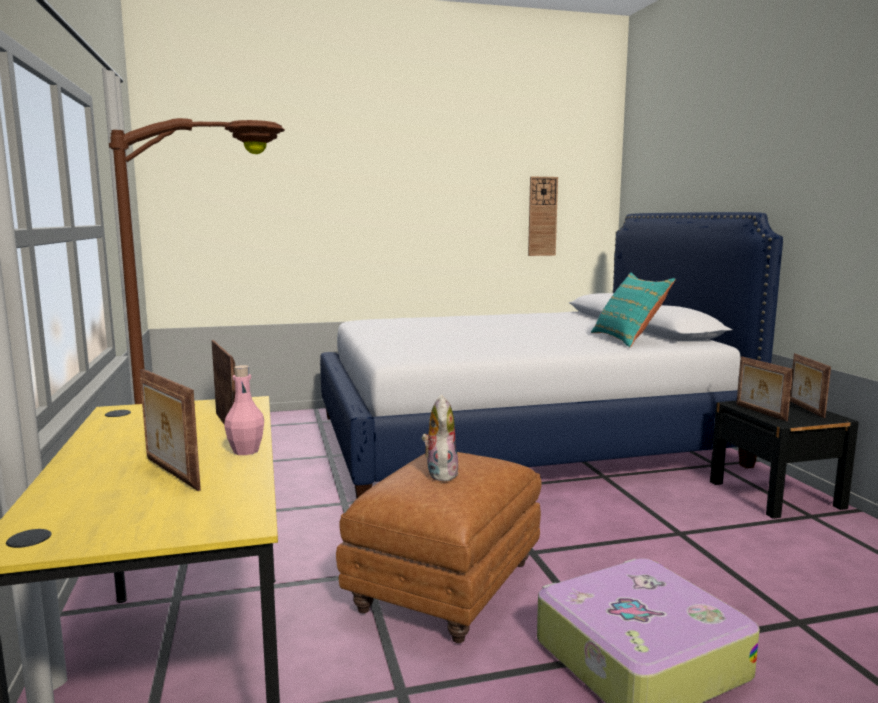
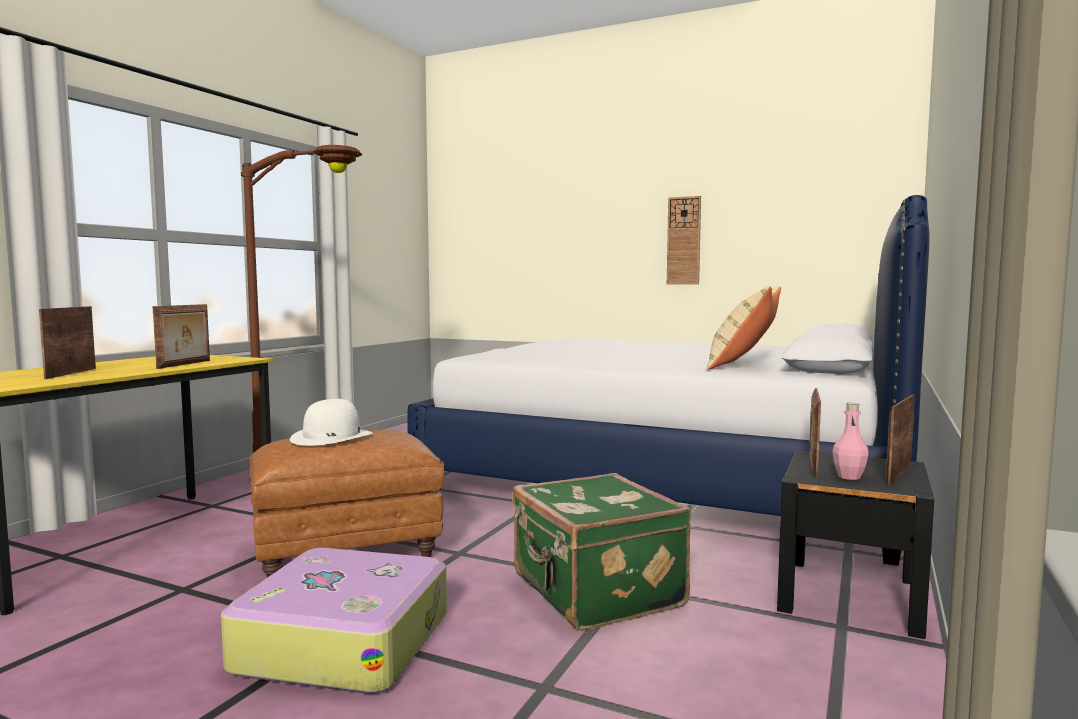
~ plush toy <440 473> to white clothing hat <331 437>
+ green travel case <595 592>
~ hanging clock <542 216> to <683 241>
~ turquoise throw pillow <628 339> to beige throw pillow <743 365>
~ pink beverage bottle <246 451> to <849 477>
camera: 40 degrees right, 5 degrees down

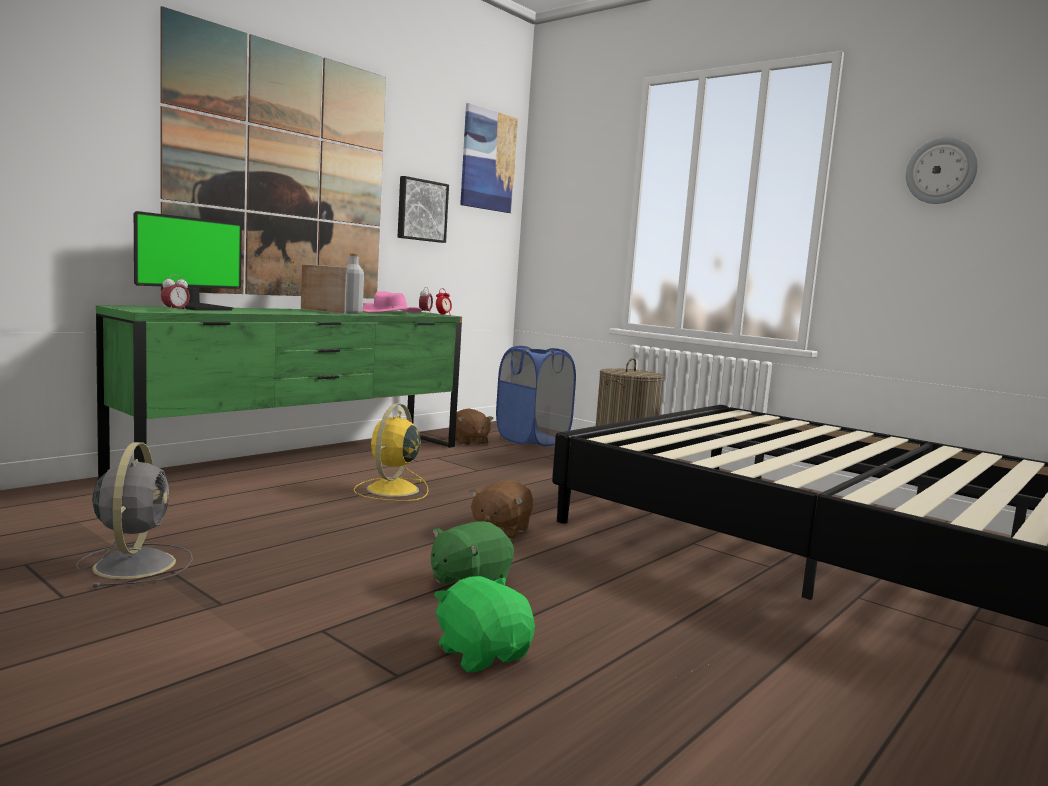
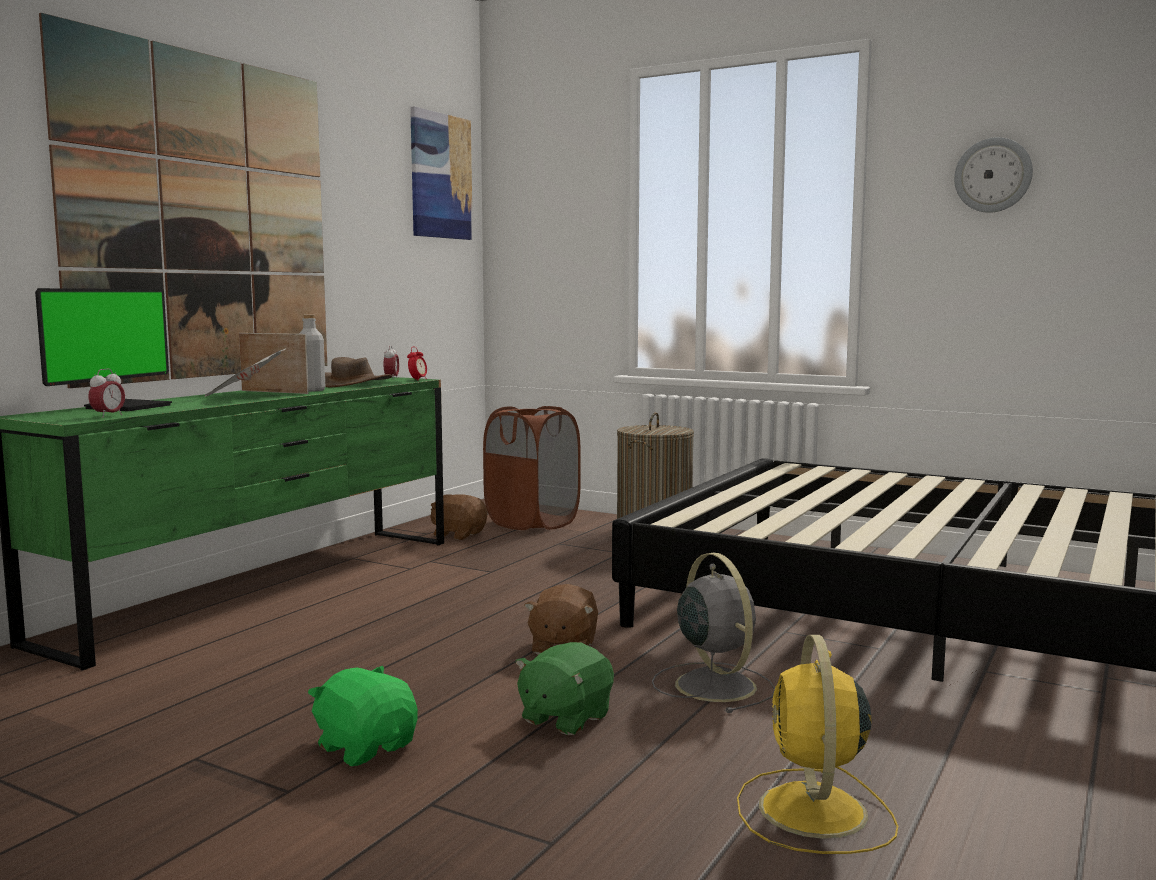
+ printed paper <243 397>
~ green plush toy <482 654> to <366 747>
~ pink clothing hat <390 312> to brown-coloured clothing hat <353 383>
~ brown-coloured plush toy <469 442> = <458 534> 150 degrees clockwise
~ bluish washing basket <532 440> to brown-coloured washing basket <532 522>
~ gray electric fan <136 563> to <713 685>
~ yellowish electric fan <391 490> to <813 813>
- wall picture <421 210>
camera: 10 degrees left, 0 degrees up

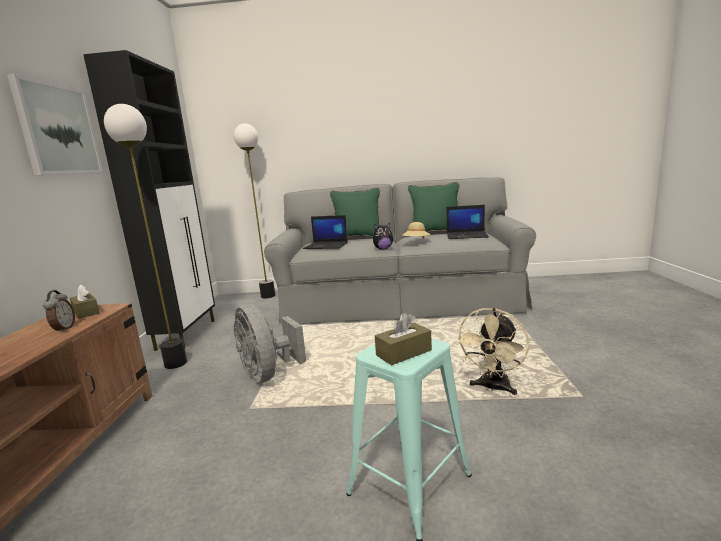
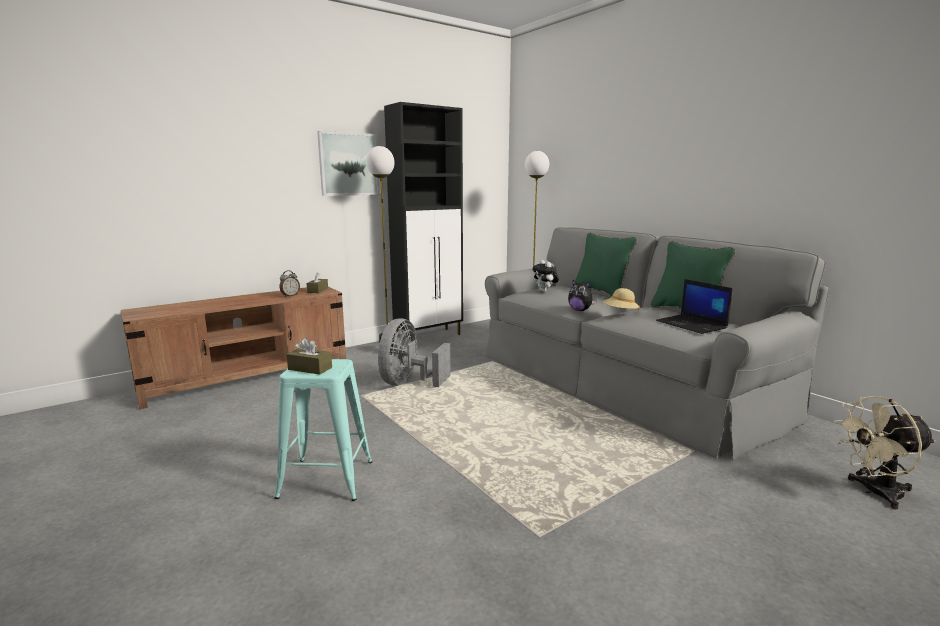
~ notebook computer <326 246> to plush toy <545 291>
~ beige electric fan <493 388> to <874 492>
camera: 50 degrees right, 0 degrees up

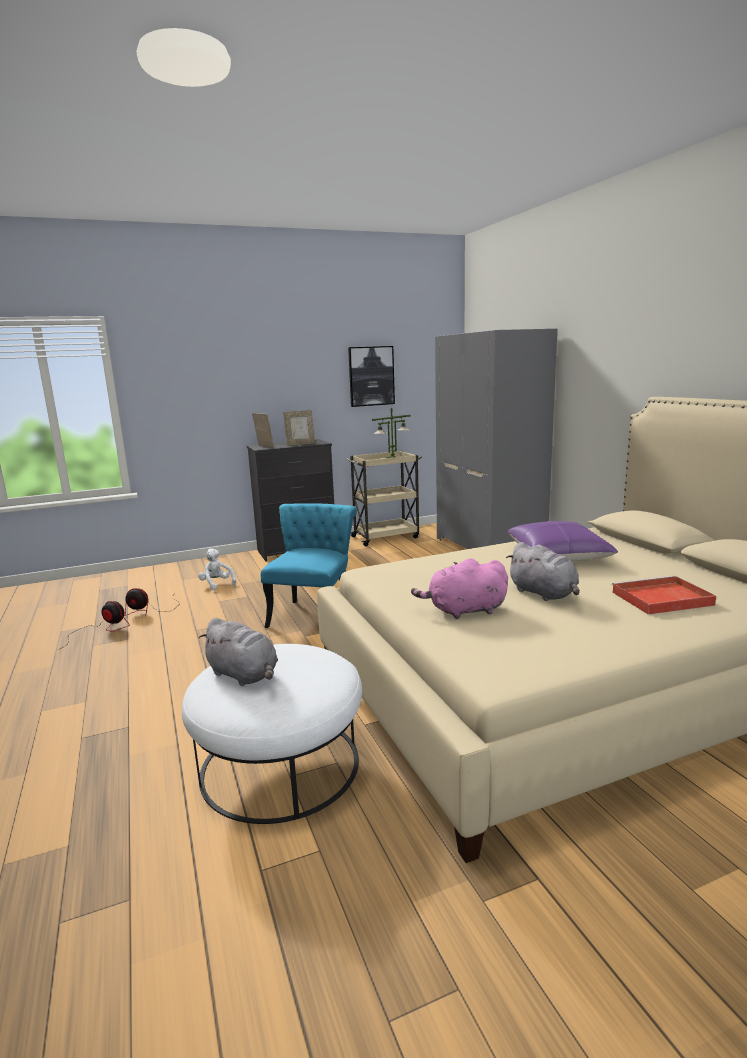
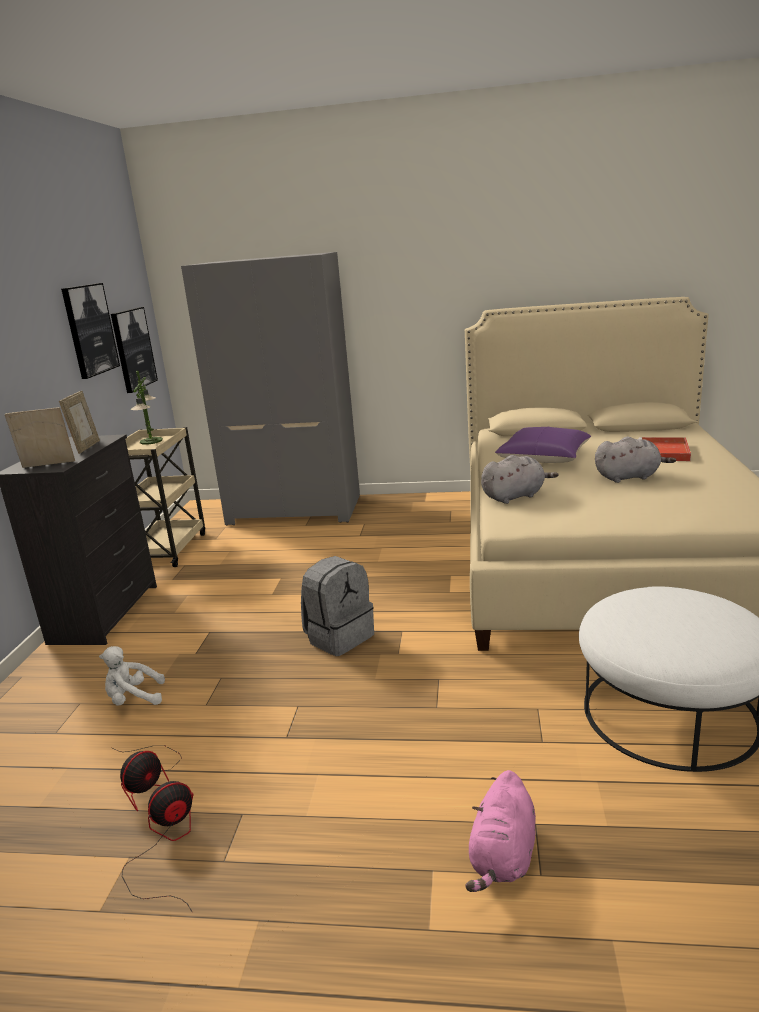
+ wall picture <133 349>
~ turquoise upright chair <314 612> to gray knapsack <339 637>
~ pink plush toy <464 611> to <503 857>
~ gray plush toy <244 675> to <515 496>
camera: 60 degrees left, 5 degrees up

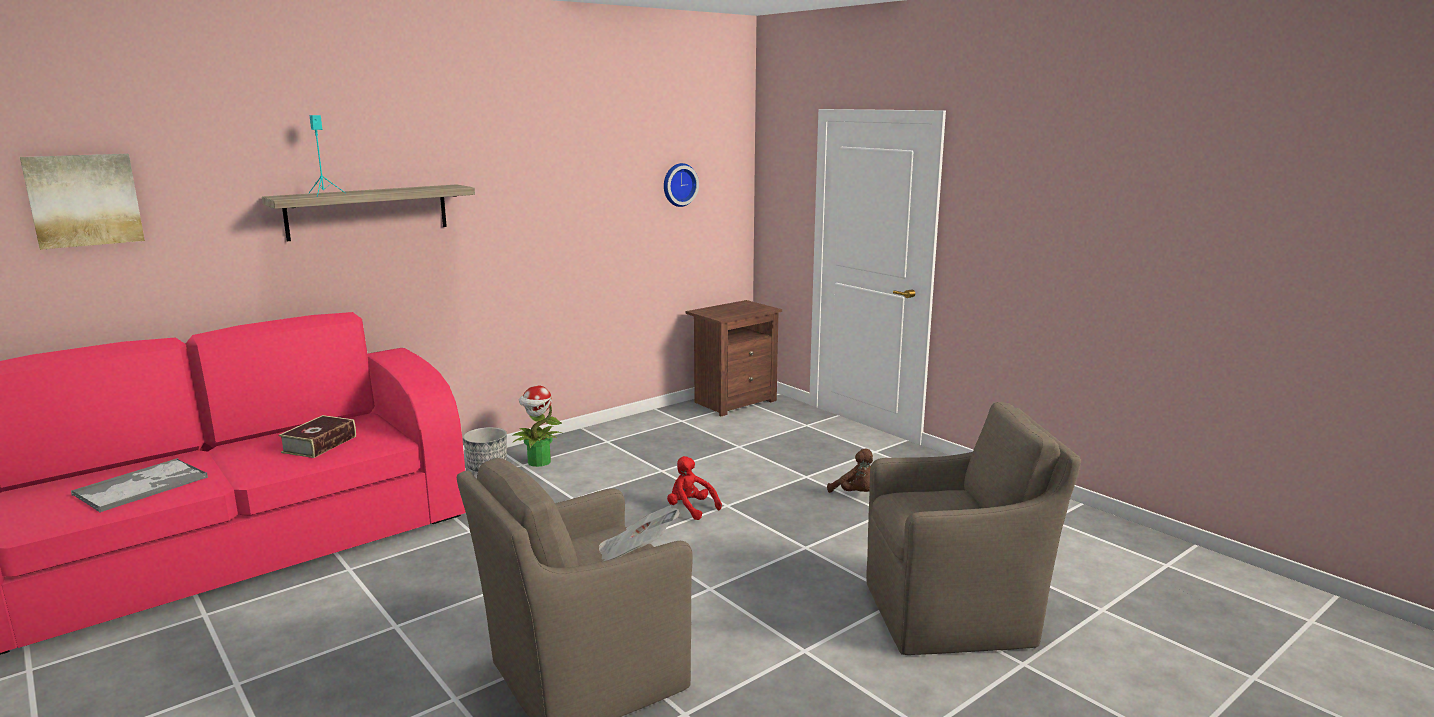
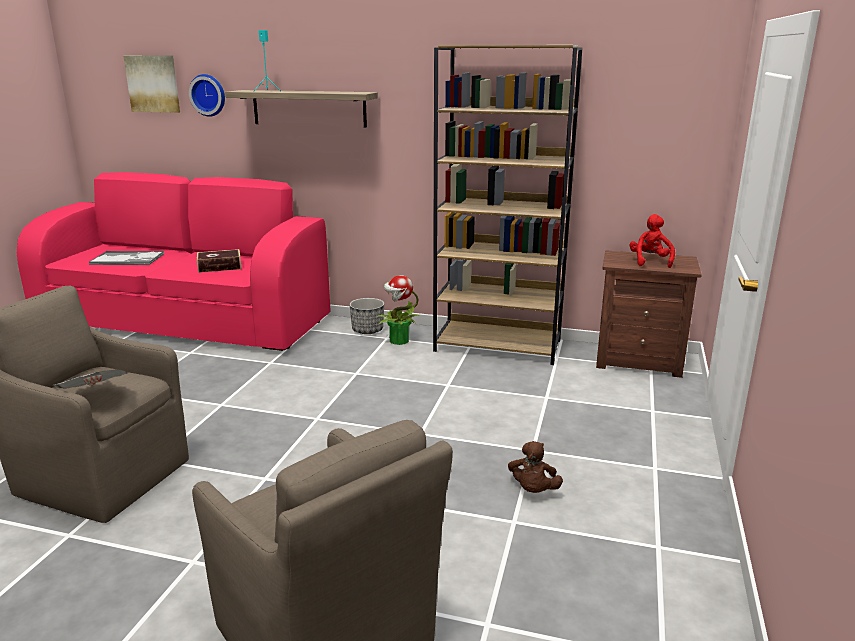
~ hanging clock <678 184> to <209 95>
+ brown-coloured bookcase <498 346>
~ red-coloured plush toy <690 509> to <650 261>
camera: 55 degrees right, 5 degrees up

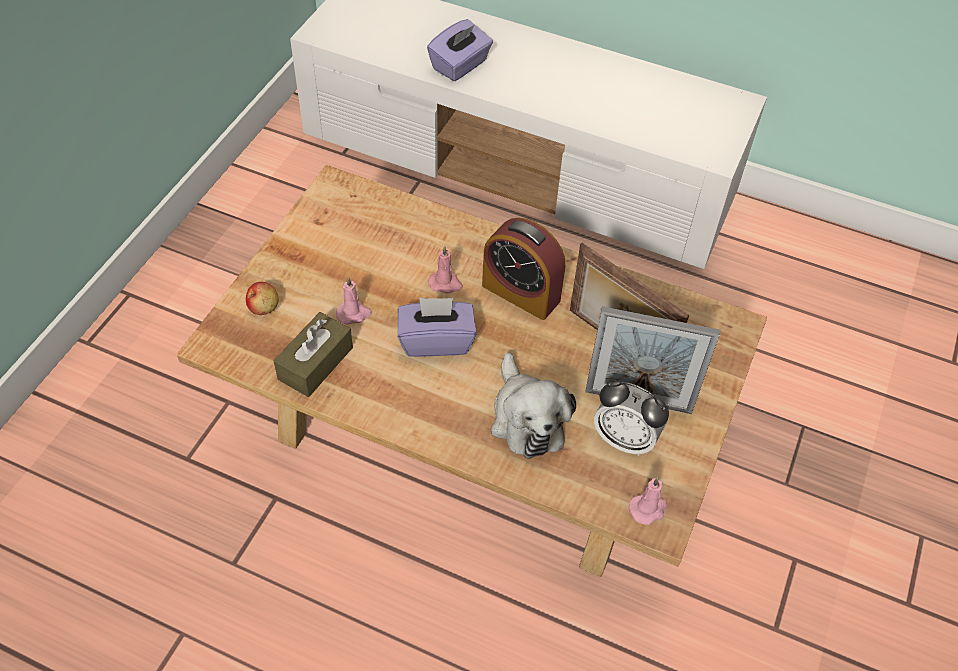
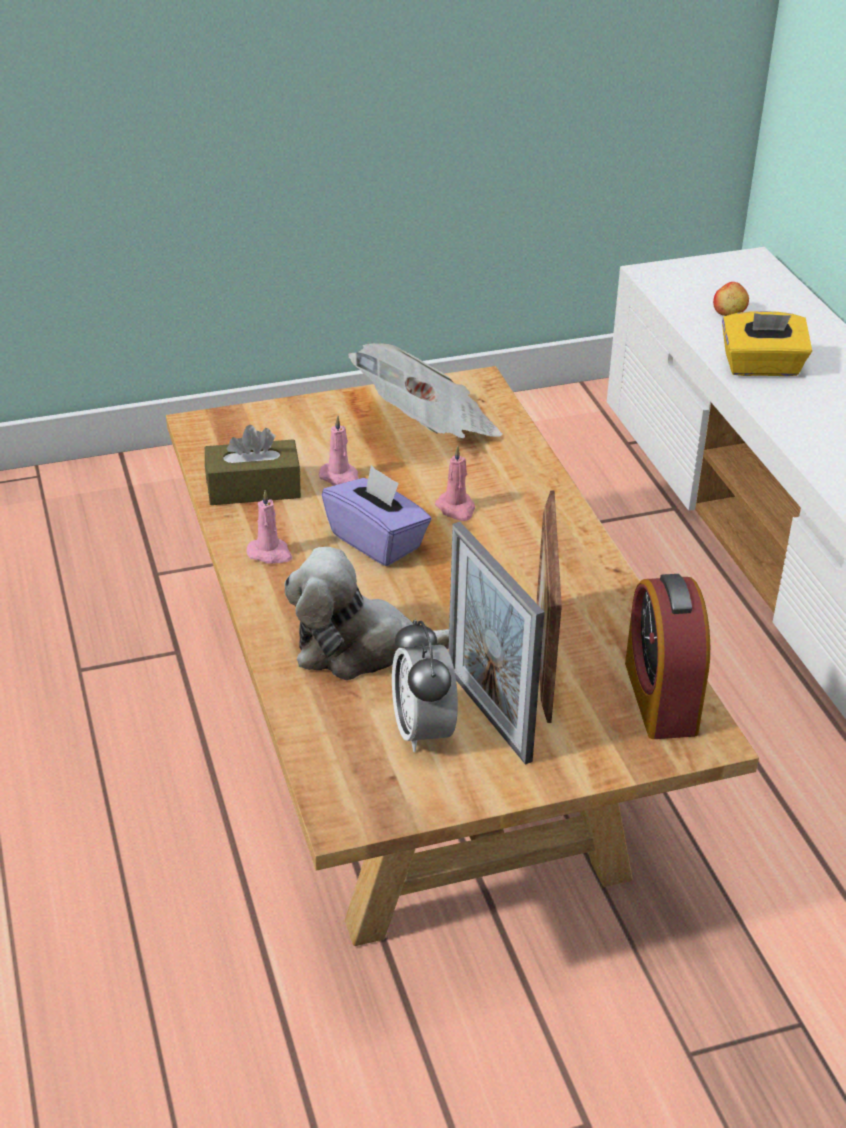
~ pink candle <648 509> to <270 553>
~ plush toy <526 418> = <359 648> 60 degrees clockwise
+ printed paper <427 427>
~ table clock <521 293> to <660 697>
~ whole apple <264 307> to <729 313>
~ purplish tissue holder <460 65> to yellowish tissue holder <761 367>
camera: 50 degrees right, 15 degrees down

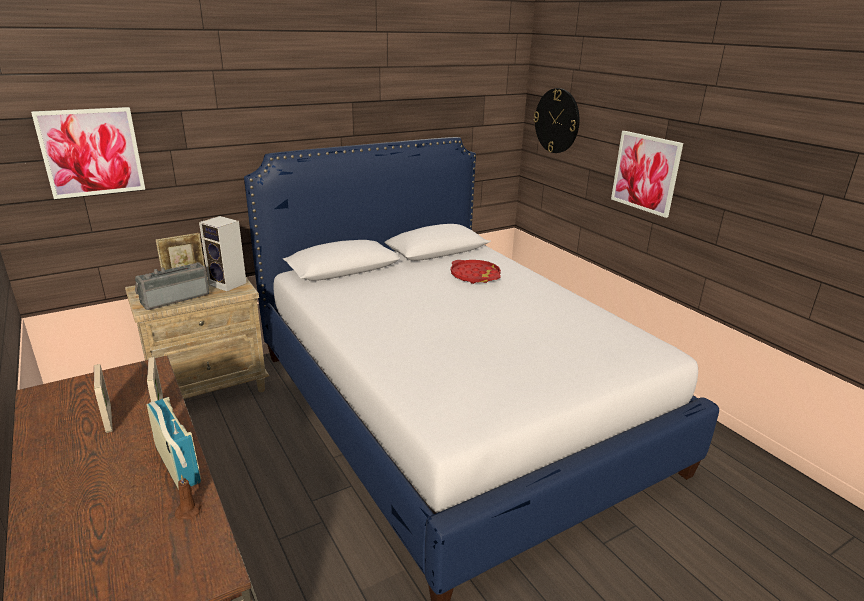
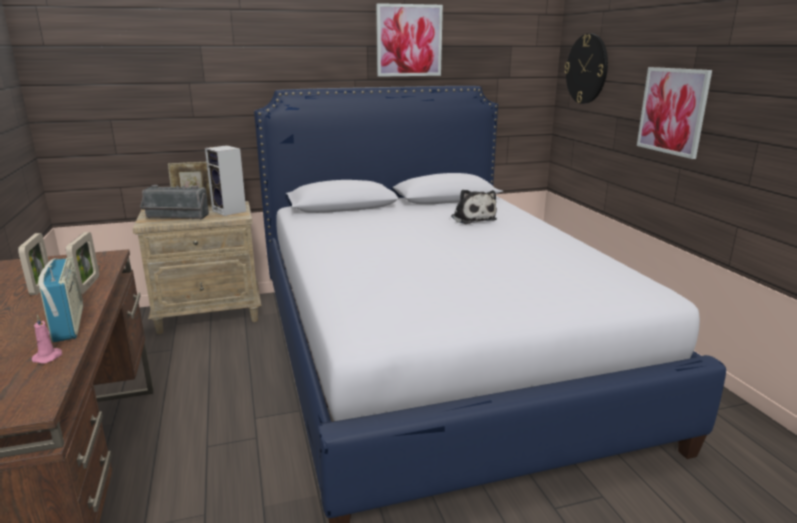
~ brown-coloured candle <189 510> to pink candle <49 357>
~ radio <174 298> = <176 217> 150 degrees counterclockwise
~ wall picture <91 152> to <409 40>
~ red-coloured serving tray <475 276> to plush toy <472 218>
camera: 15 degrees right, 5 degrees down

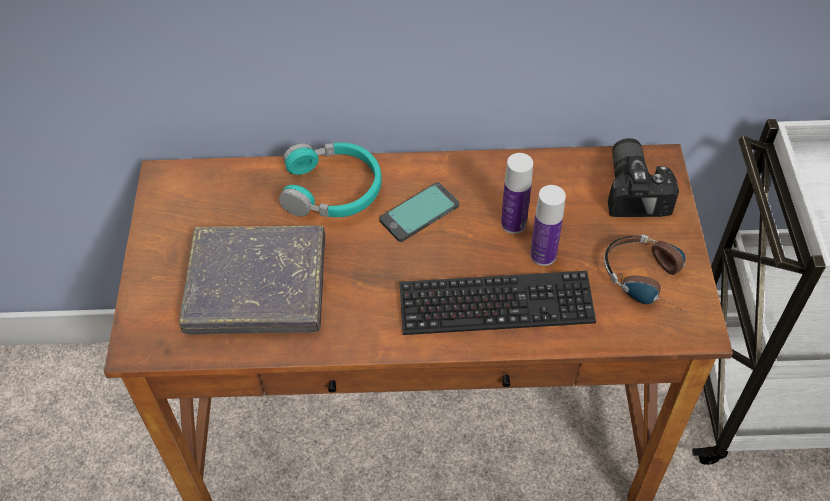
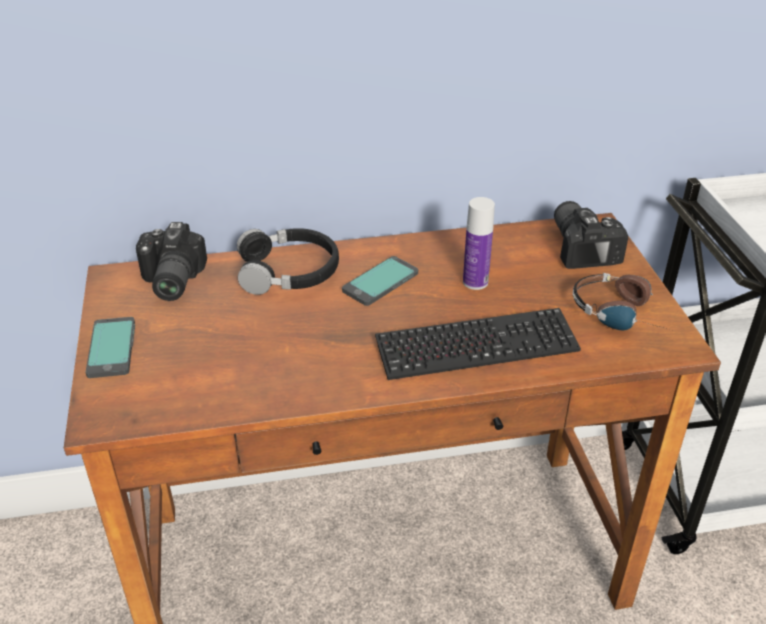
+ telephone <112 348>
+ photo camera <169 281>
~ turquoise pair of headphones <332 190> to blackish pair of headphones <289 272>
- gray bound book <256 286>
- beverage bottle <543 255>
camera: 10 degrees left, 15 degrees down

